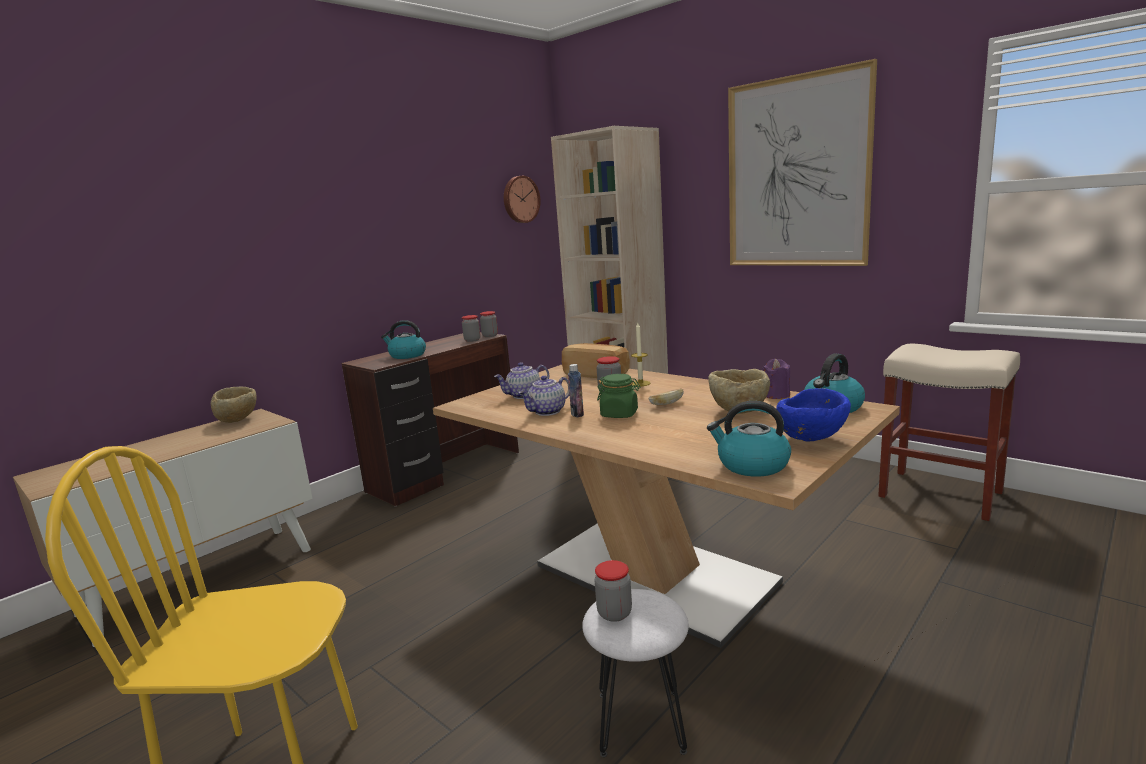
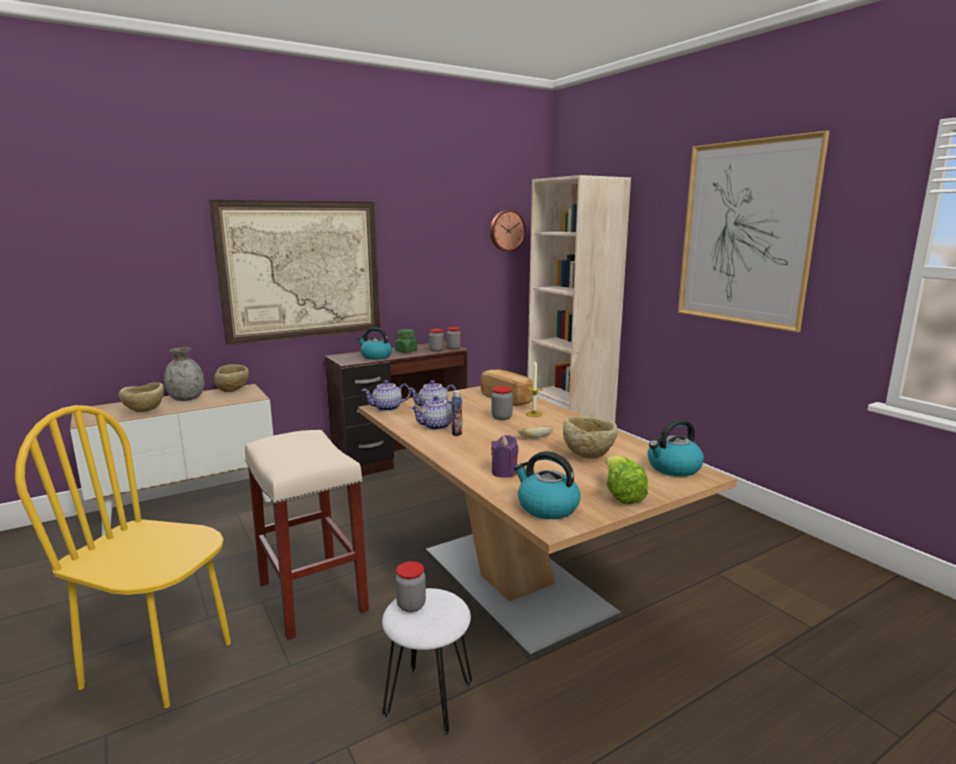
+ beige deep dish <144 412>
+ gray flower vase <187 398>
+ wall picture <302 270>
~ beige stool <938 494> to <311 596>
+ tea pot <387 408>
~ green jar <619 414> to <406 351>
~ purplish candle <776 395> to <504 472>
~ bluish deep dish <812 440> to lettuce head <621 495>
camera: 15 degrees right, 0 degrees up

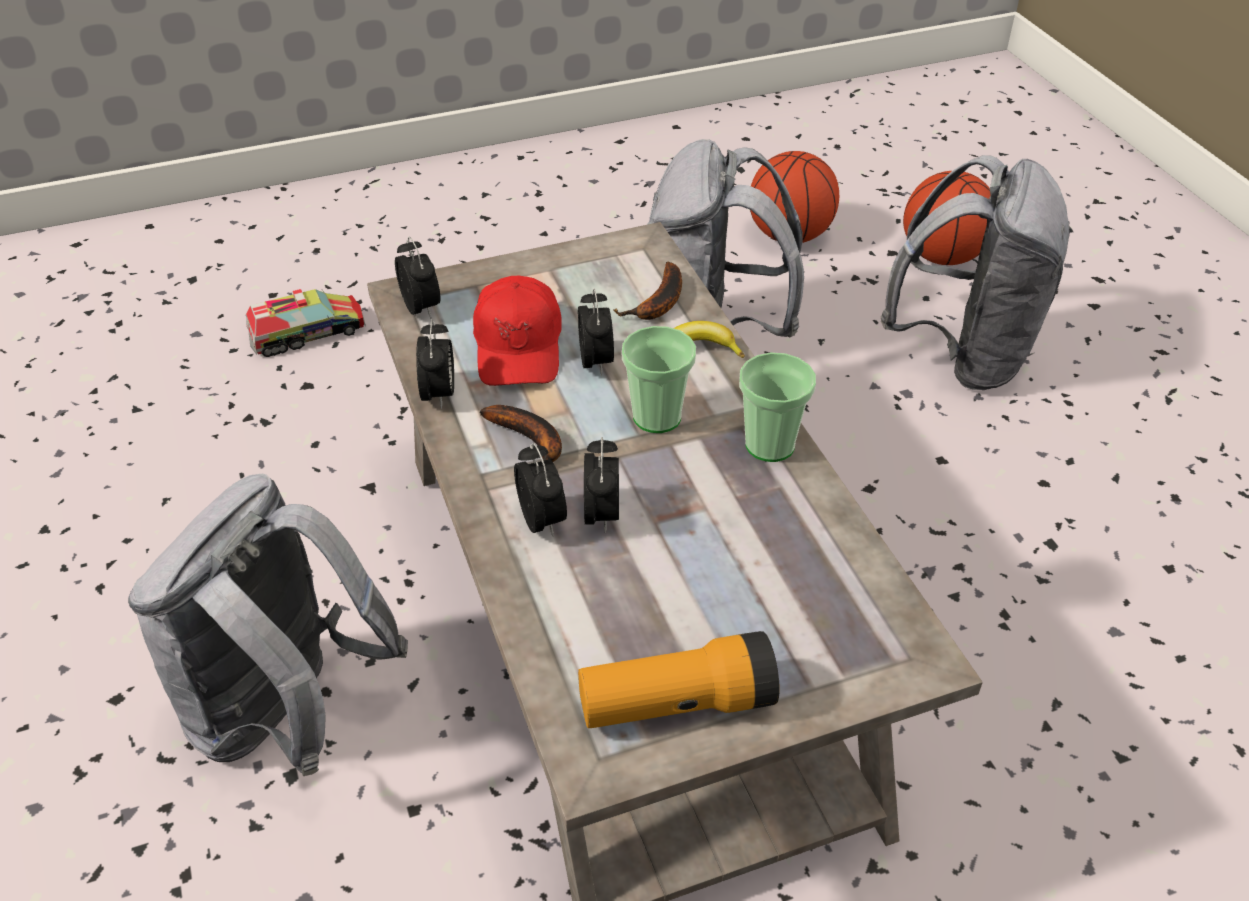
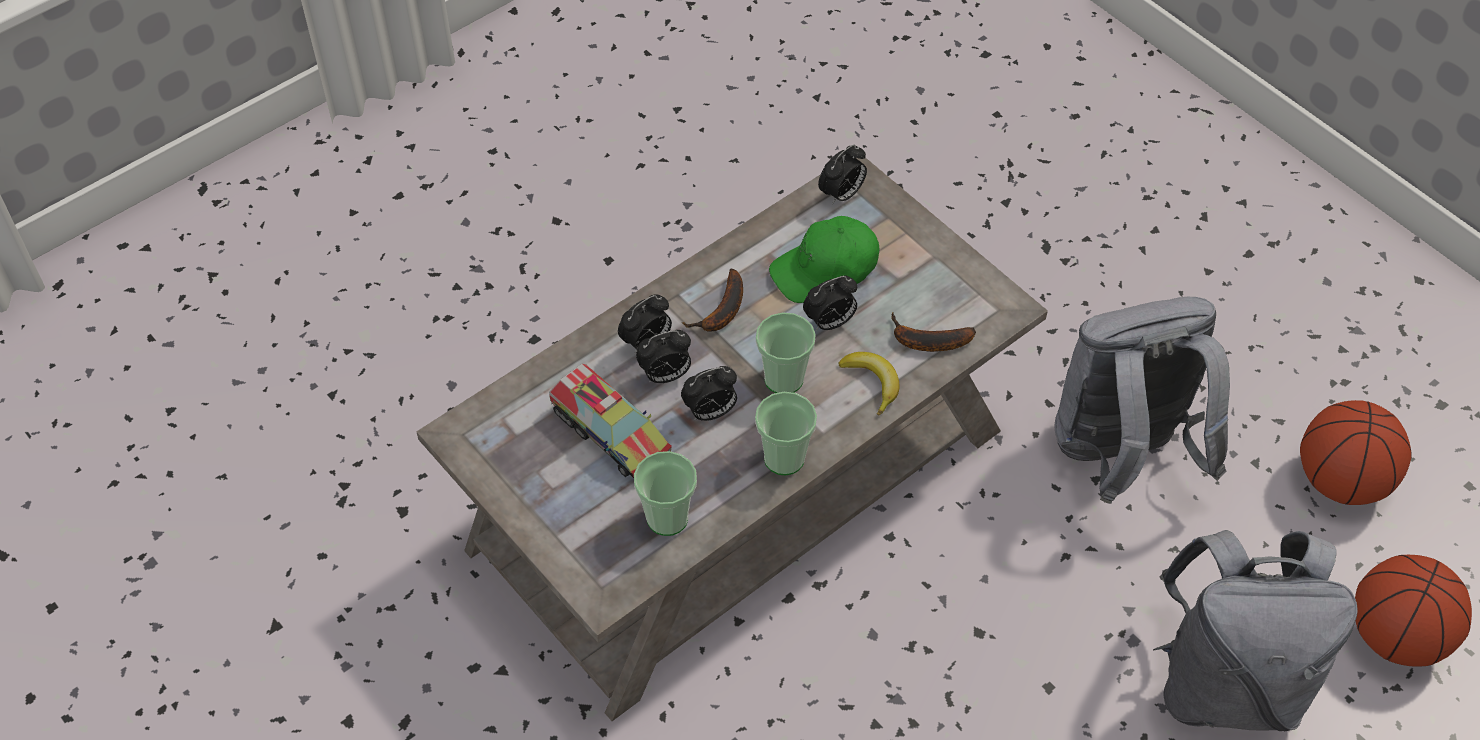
~ model truck <308 333> to <610 433>
+ cup <667 518>
~ table clock <439 395> to <710 412>
~ red-coloured cap <519 347> to green cap <825 269>
- gray knapsack <287 716>
- hand torch <677 704>
camera: 70 degrees right, 10 degrees up

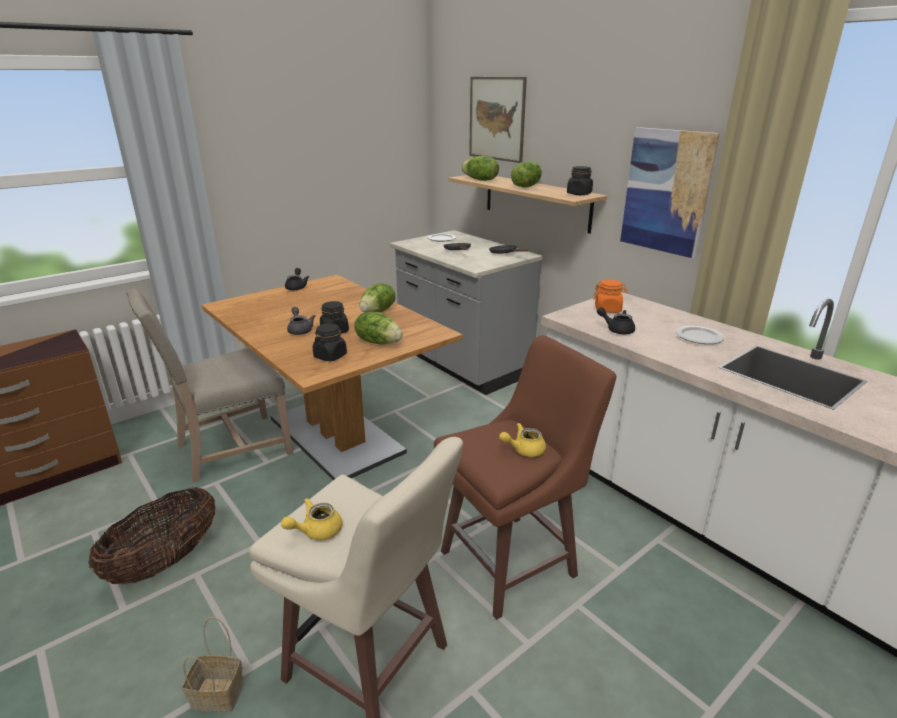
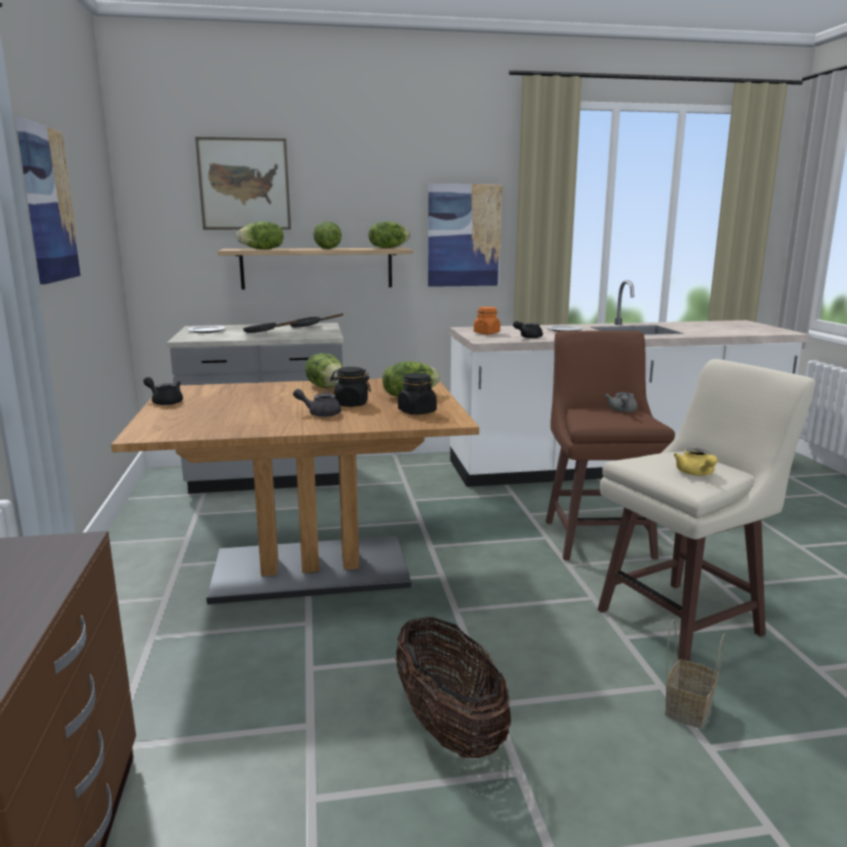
+ wall picture <48 204>
~ blackish jar <579 194> to lettuce head <388 248>
~ yellowish tea pot <523 450> to gray tea pot <622 411>
- beige upright chair <229 449>
camera: 60 degrees left, 10 degrees down

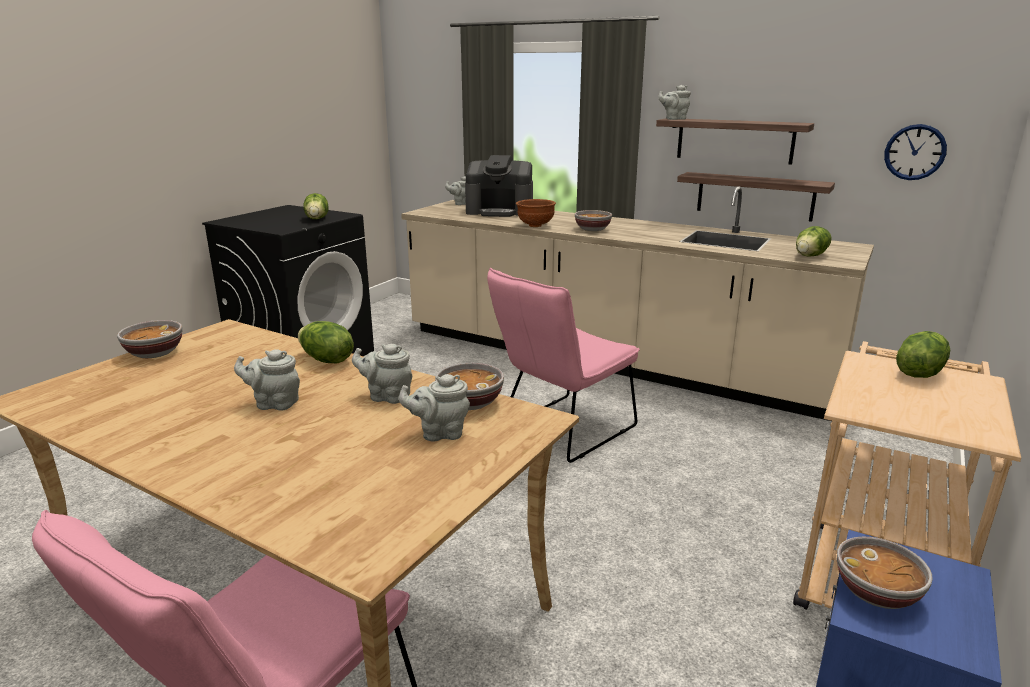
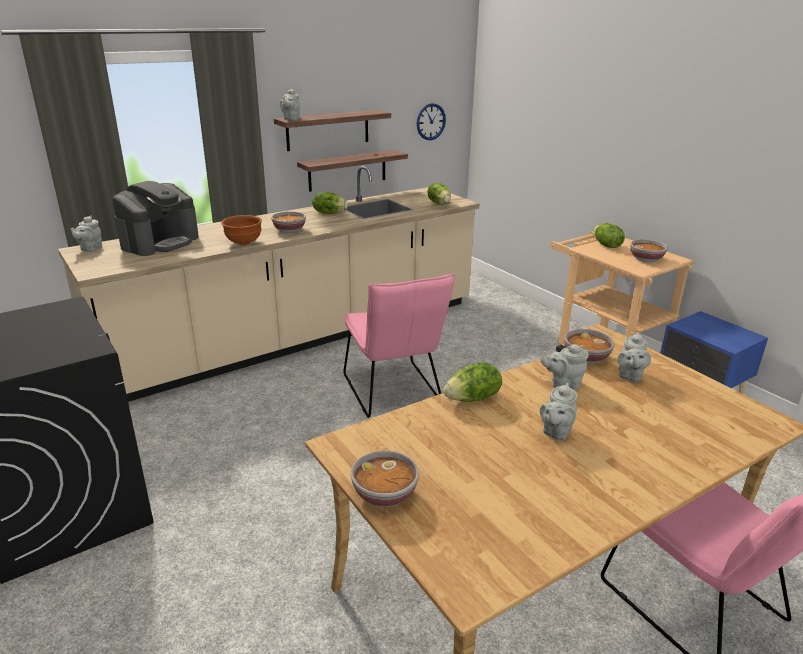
~ lettuce head <317 219> to <329 213>
~ gray tea pot <387 396> = <563 384> 45 degrees clockwise
~ deep dish <877 593> to <646 259>
camera: 65 degrees left, 5 degrees up

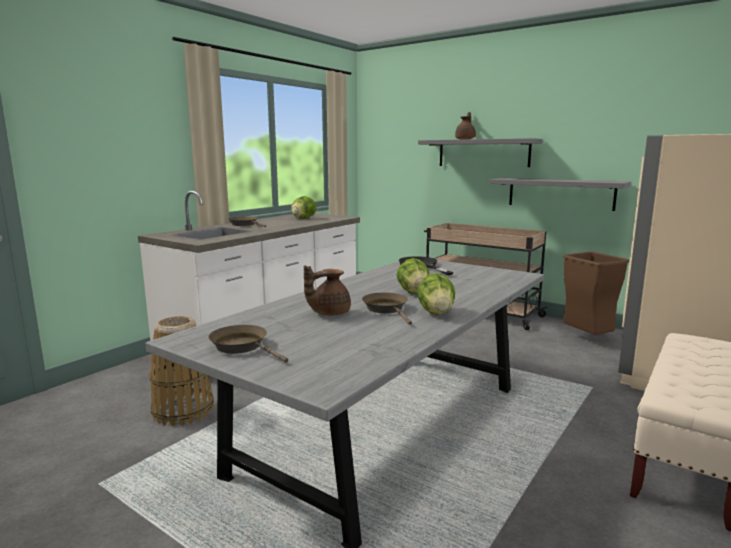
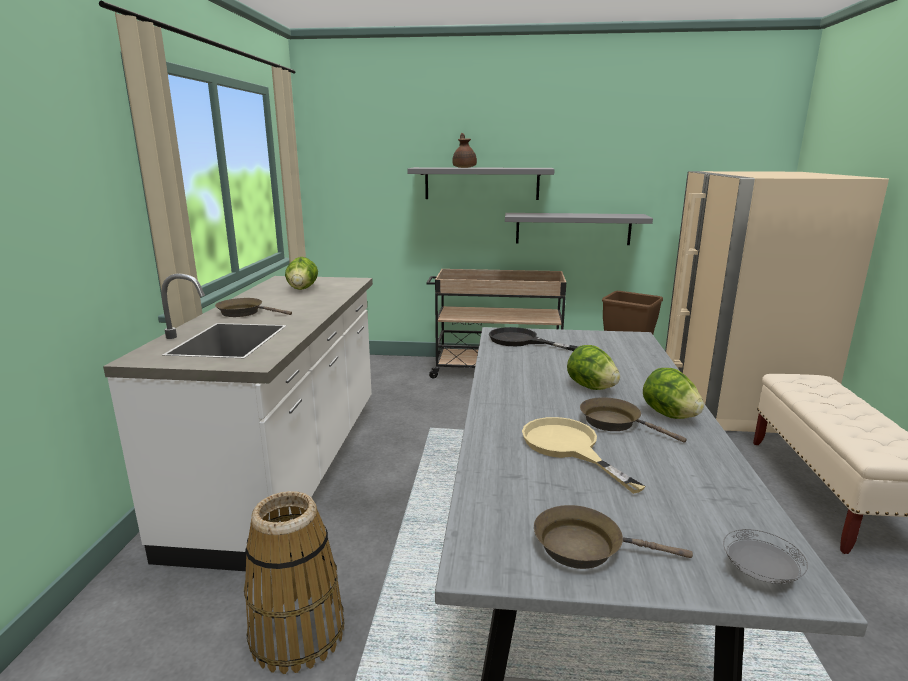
~ brown-coloured tea pot <328 313> to beige frying pan <568 447>
+ gray flat dish <759 573>
camera: 30 degrees left, 5 degrees up

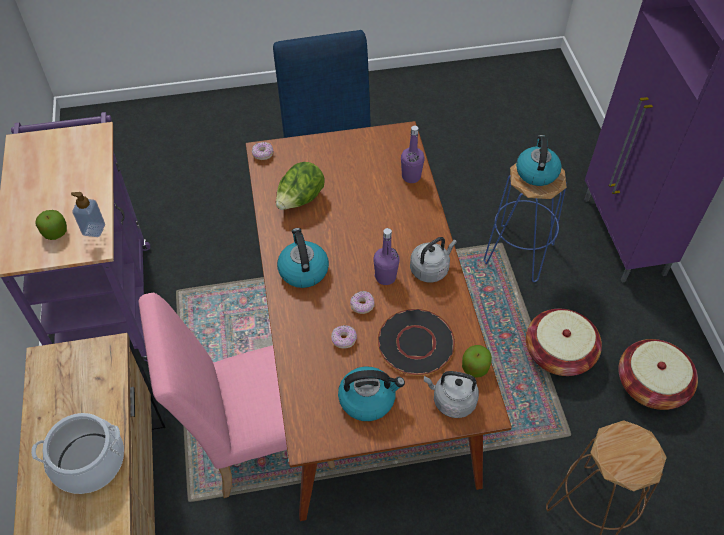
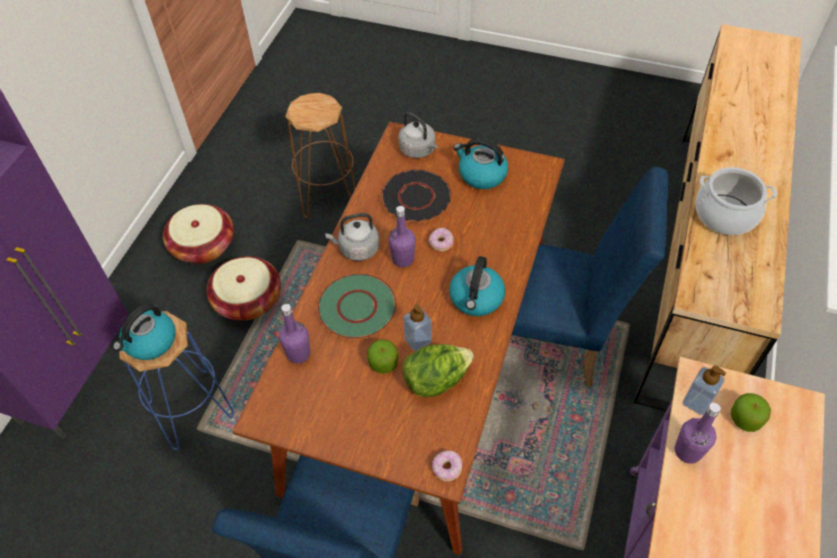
+ green flat dish <356 307>
~ whole apple <475 367> to <383 363>
+ soap dispenser <418 340>
~ pink upright chair <258 443> to bluish upright chair <552 344>
+ purplish beverage bottle <687 451>
- ring doughnut <344 340>
camera: 150 degrees left, 0 degrees up

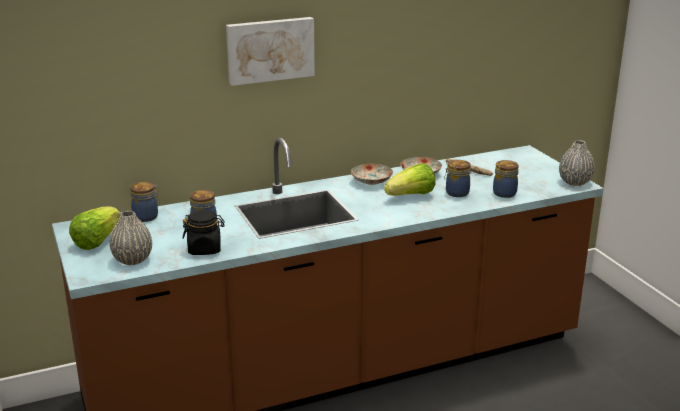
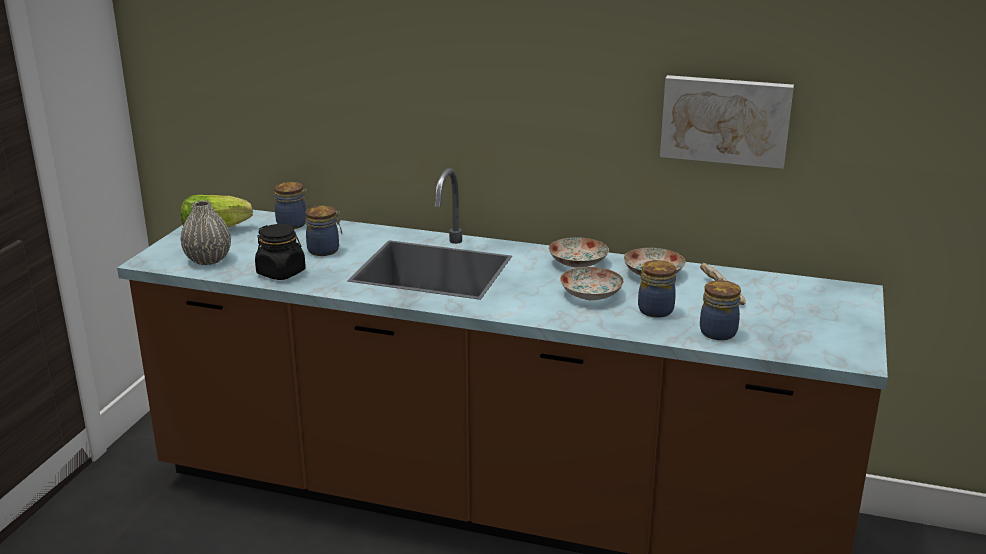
~ lettuce head <411 196> to flat dish <591 294>
~ wall picture <270 49> to <725 120>
- gray flower vase <575 182>
camera: 40 degrees right, 0 degrees up

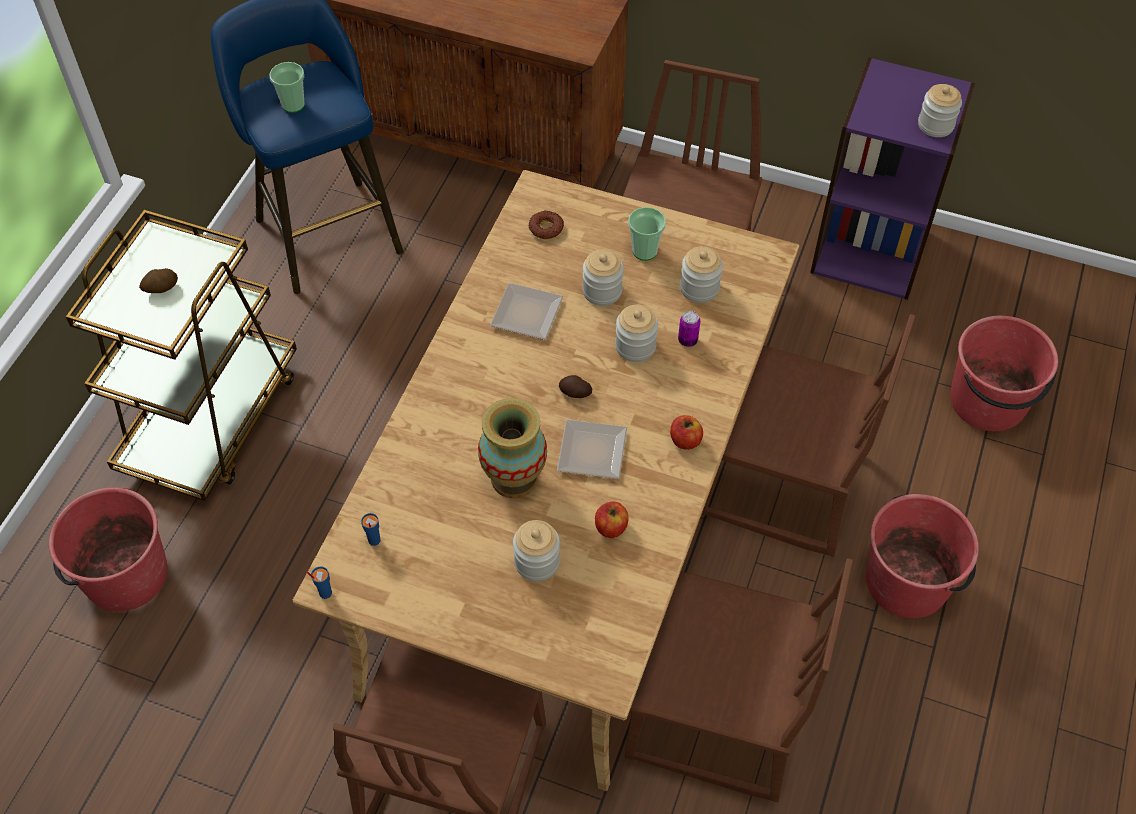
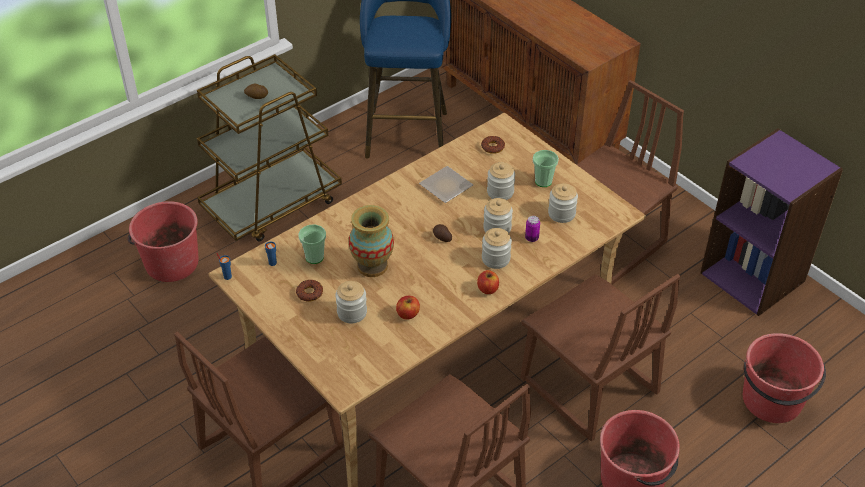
+ ring doughnut <309 293>
~ cup <293 105> to <314 257>
~ jar <935 125> to <495 259>
- flat dish <594 450>
camera: 30 degrees right, 10 degrees down

